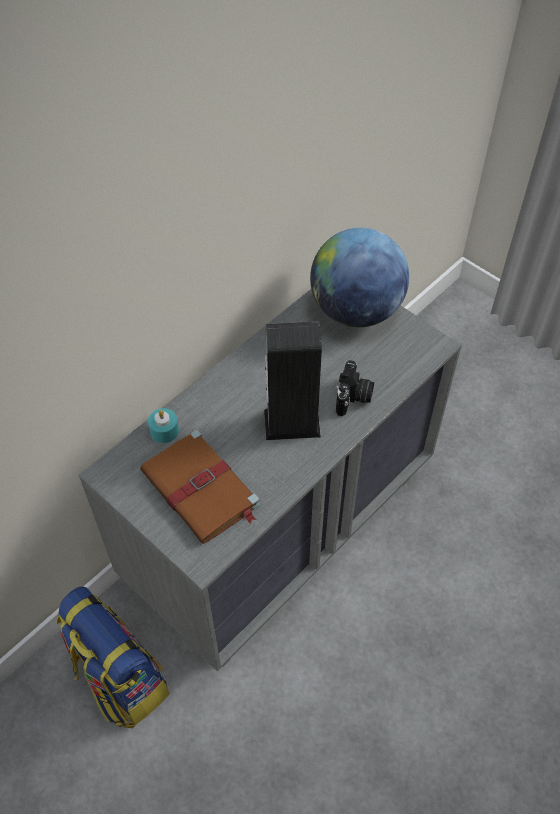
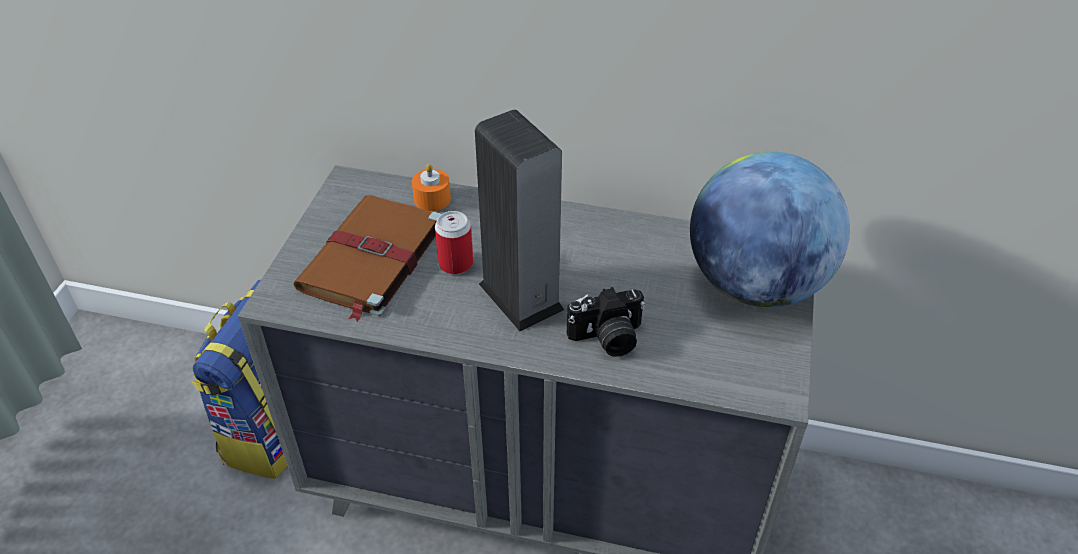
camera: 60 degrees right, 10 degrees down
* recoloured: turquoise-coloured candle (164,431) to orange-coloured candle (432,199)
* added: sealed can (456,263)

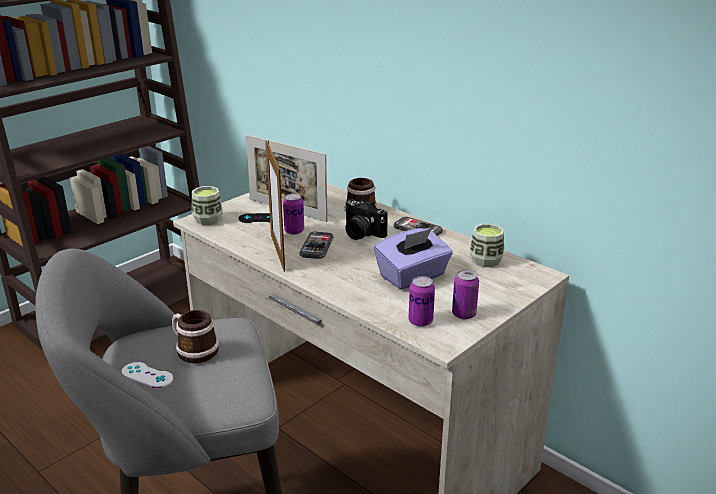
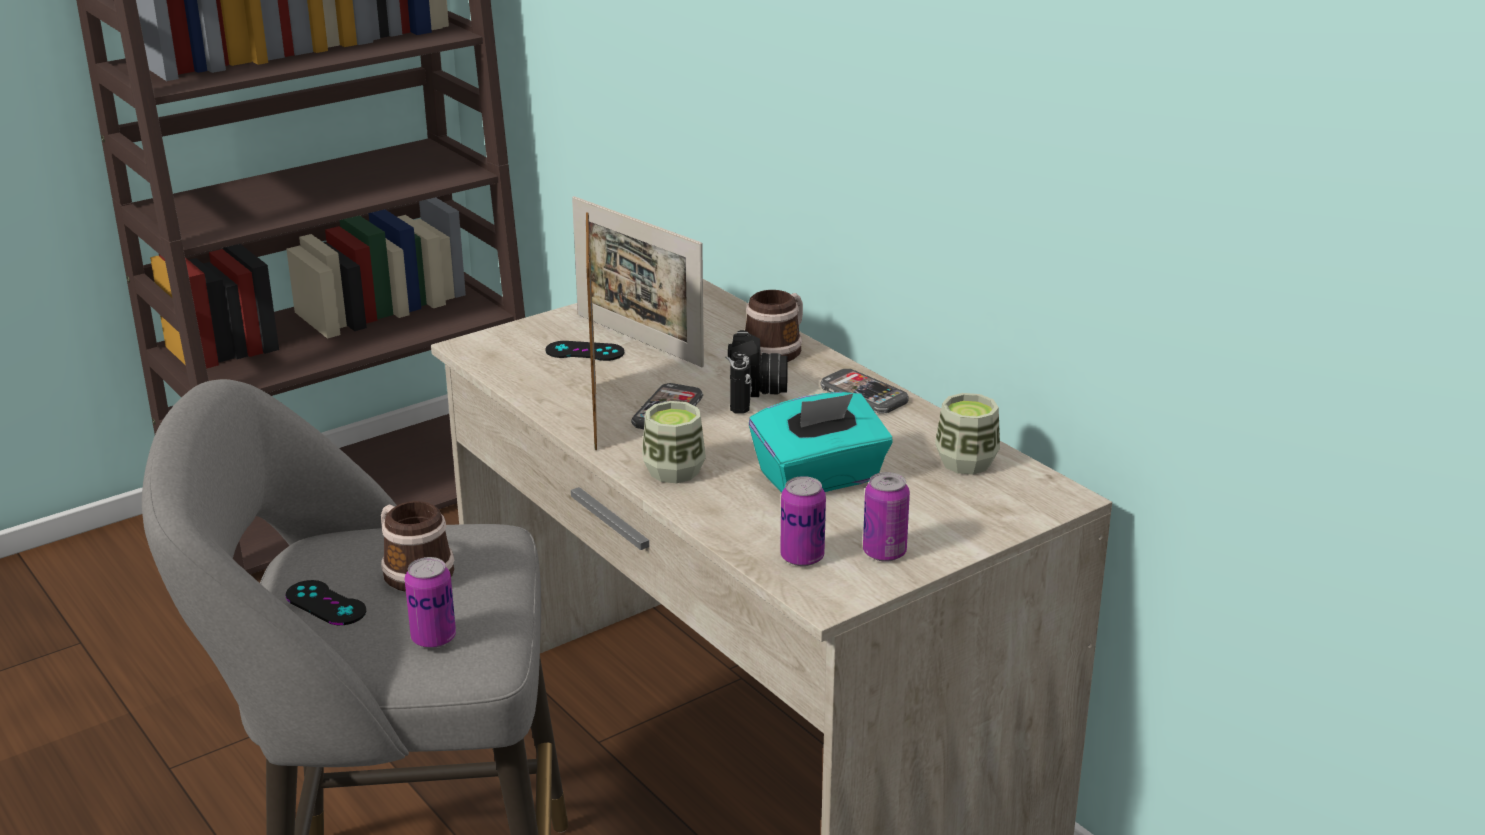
camera: 10 degrees right, 0 degrees up
* moved: cup (208,219) to (674,471)
* moved: sealed can (294,231) to (433,638)
* turned: photo camera (361,233) = (756,394) 135 degrees counterclockwise
* recoloured: purplish tissue box (413,276) to turquoise-coloured tissue box (820,479)
* recoloured: whitish game controller (147,375) to black-coloured game controller (326,603)

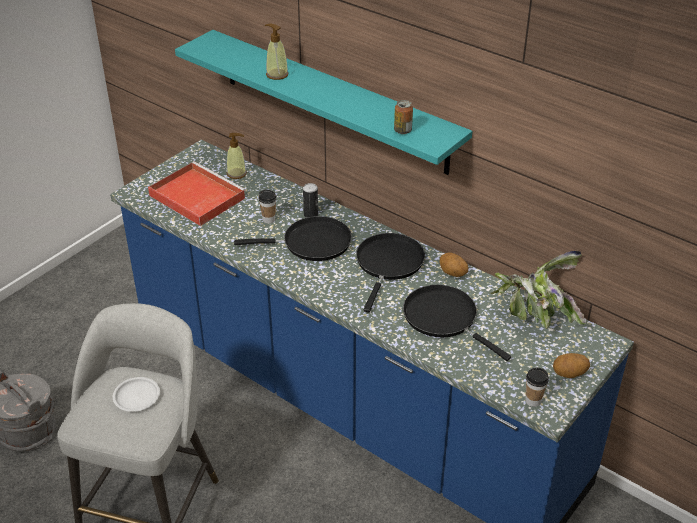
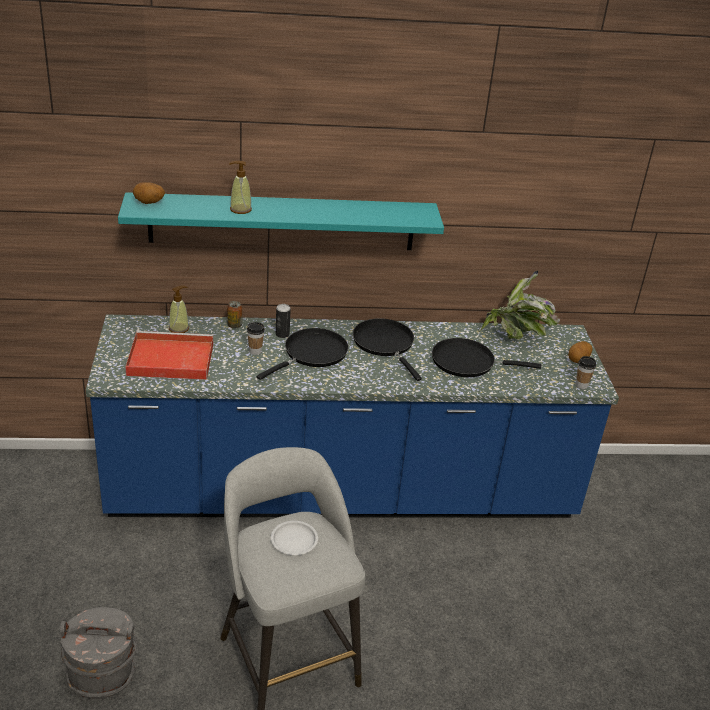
camera: 45 degrees left, 5 degrees down
* moved: sealed can (402,130) to (234,325)
* moved: potato (452,274) to (149,203)

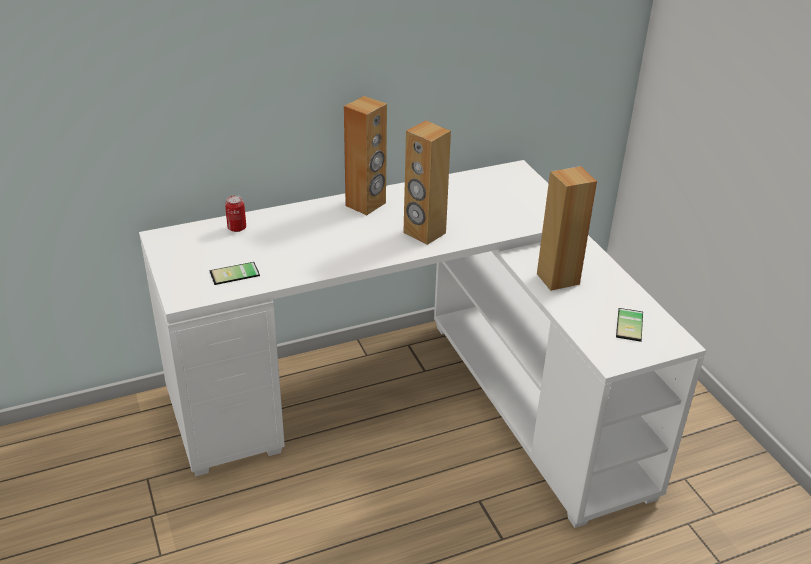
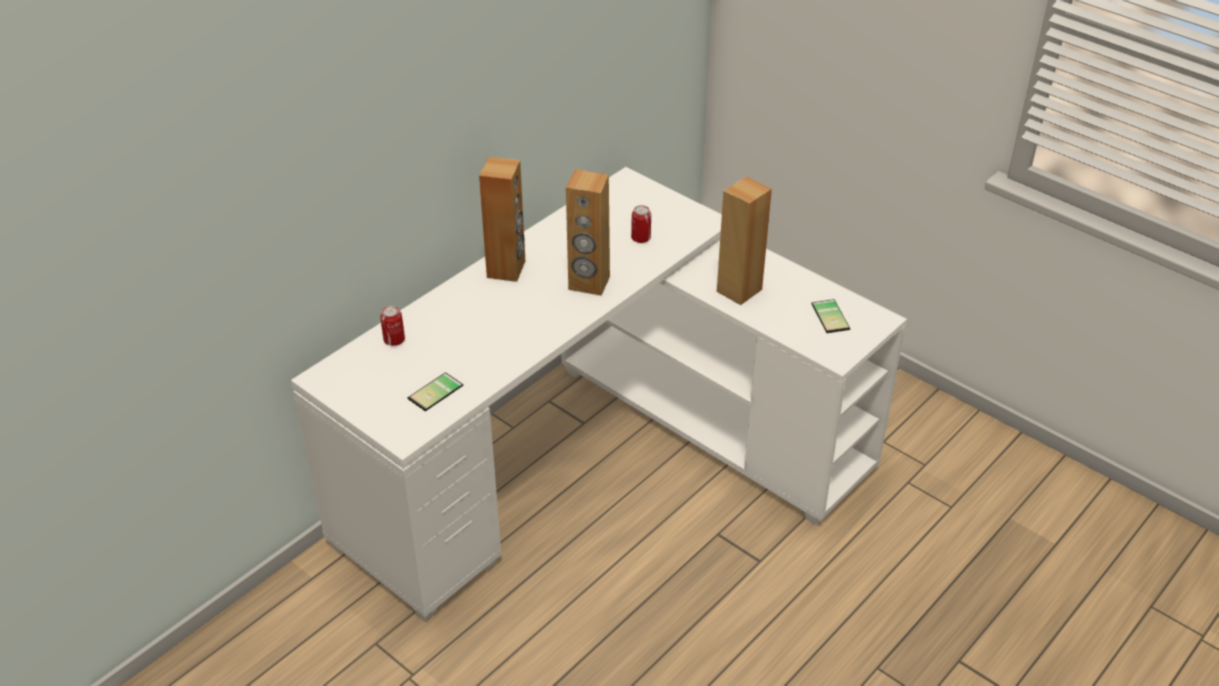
camera: 25 degrees left, 5 degrees up
* added: sealed can (641,238)

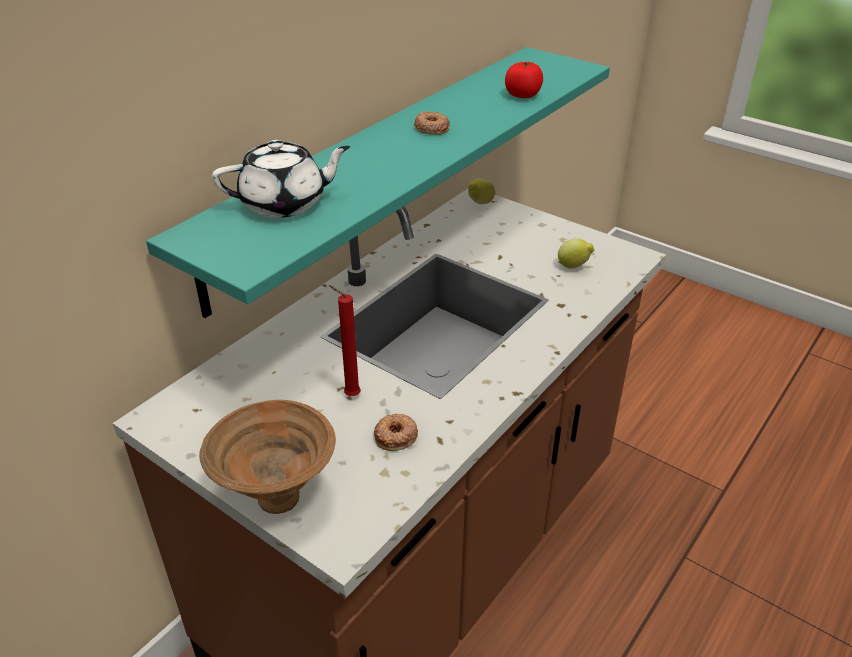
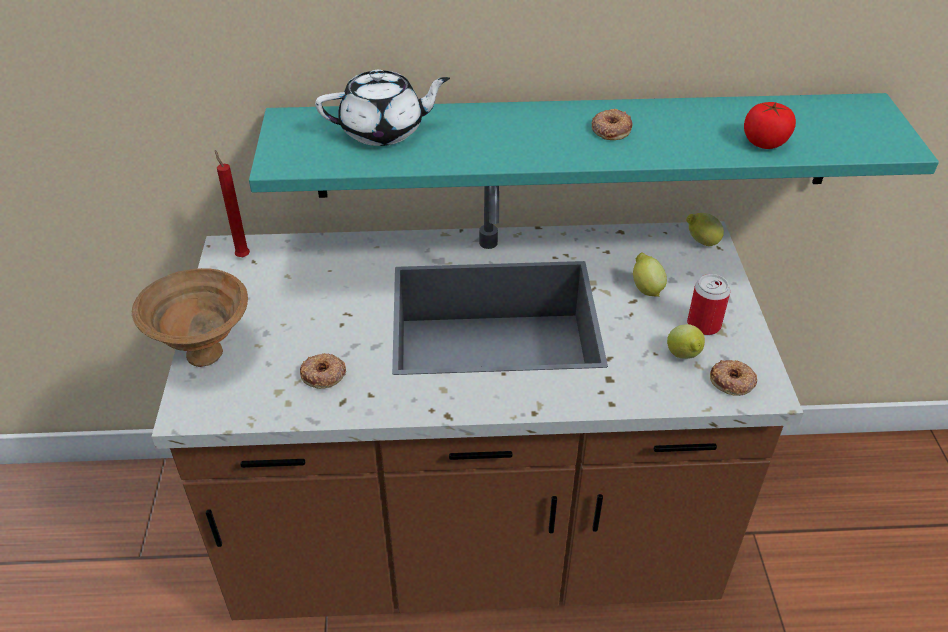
camera: 50 degrees right, 5 degrees up
* turned: whitish pot for tea (285,203) = (384,131) 45 degrees counterclockwise
* moved: reddish candle (349,395) to (242,256)
* added: lemon (646,288)
* added: sealed can (703,325)
* added: donut (732,381)

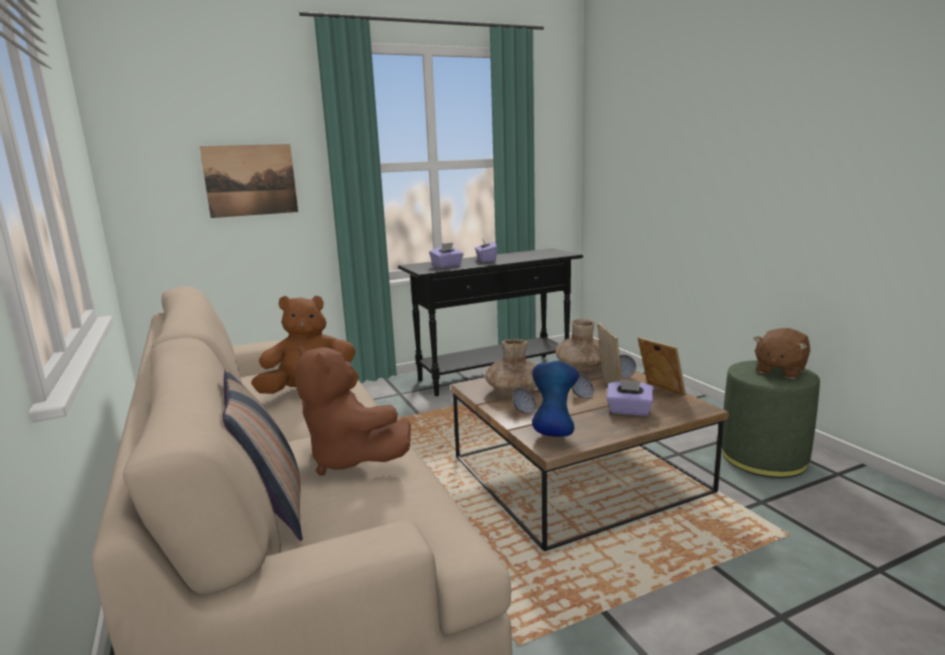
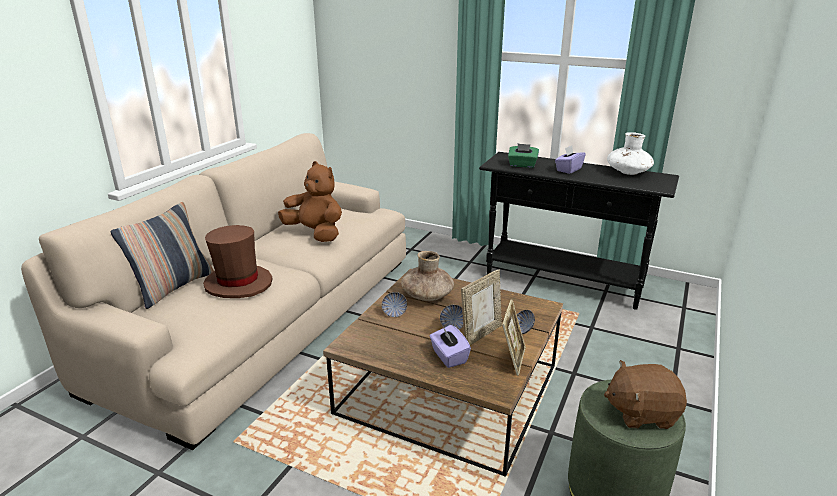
camera: 50 degrees right, 10 degrees up
* removed: wall picture (250,180)
* recoloured: purplish tissue box (447,266) to green-coloured tissue box (522,165)
* removed: brownish flower vase (582,367)
* replaced: brownish soft toy (350,460) to brownish hat (238,283)
* removed: bluish flower vase (553,431)
* added: whitish flower vase (628,172)

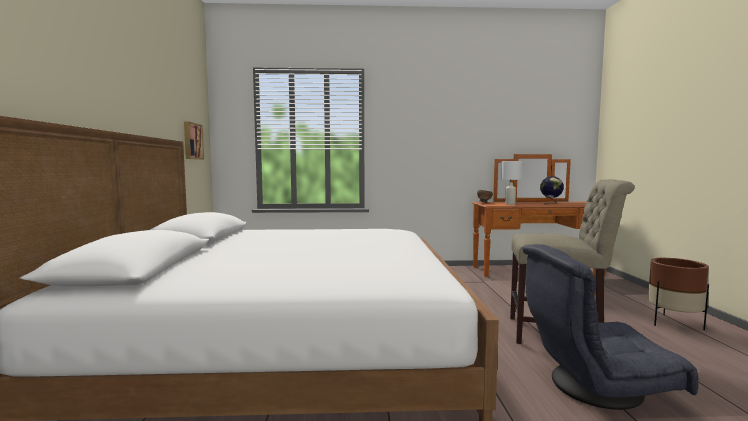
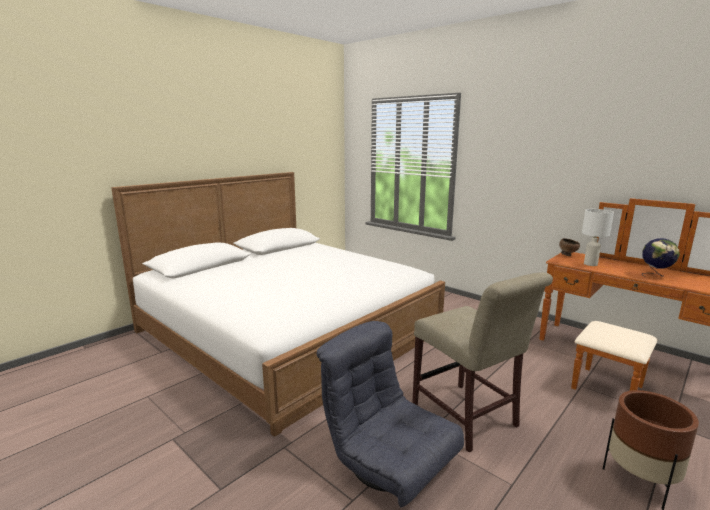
camera: 45 degrees right, 10 degrees up
* removed: wall picture (192,141)

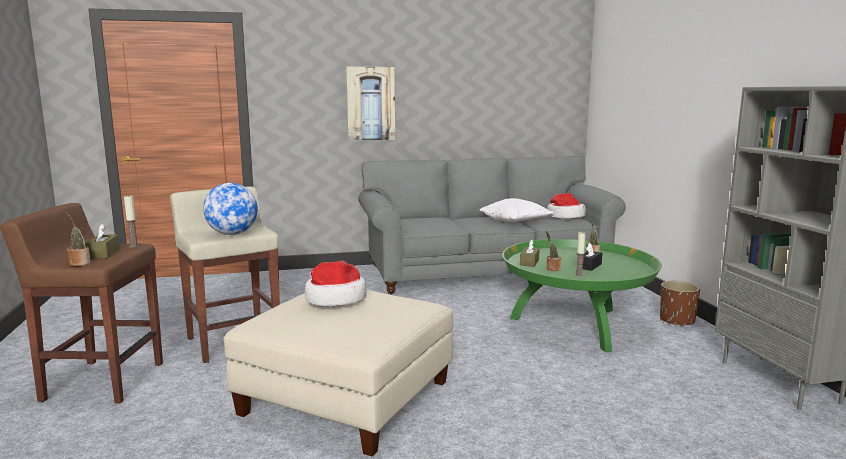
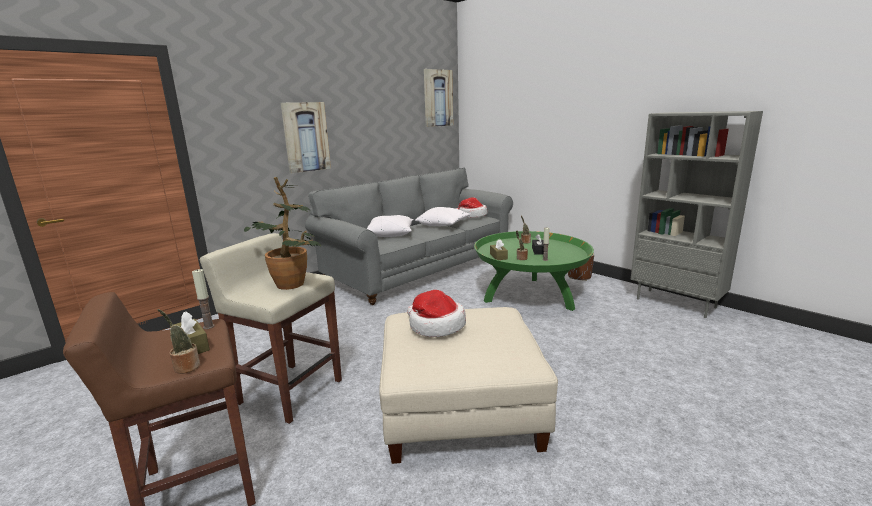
camera: 30 degrees left, 5 degrees up
* replaced: world globe (232,234) to plant in a pot (292,286)
* added: wall picture (437,98)
* added: whitish pillow (390,234)

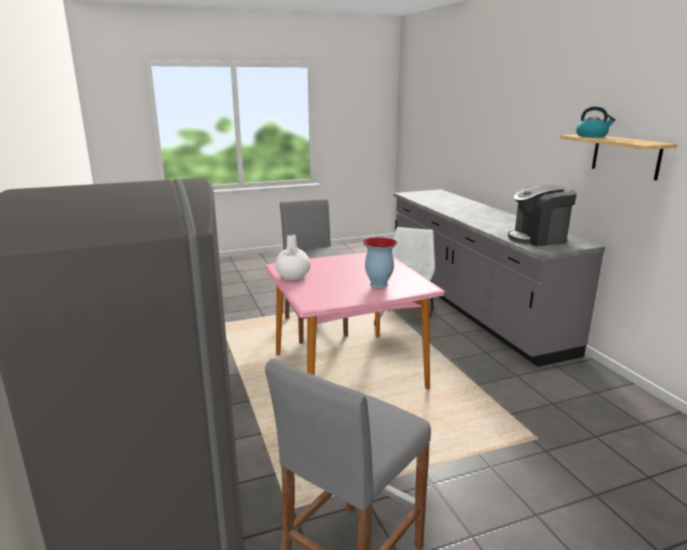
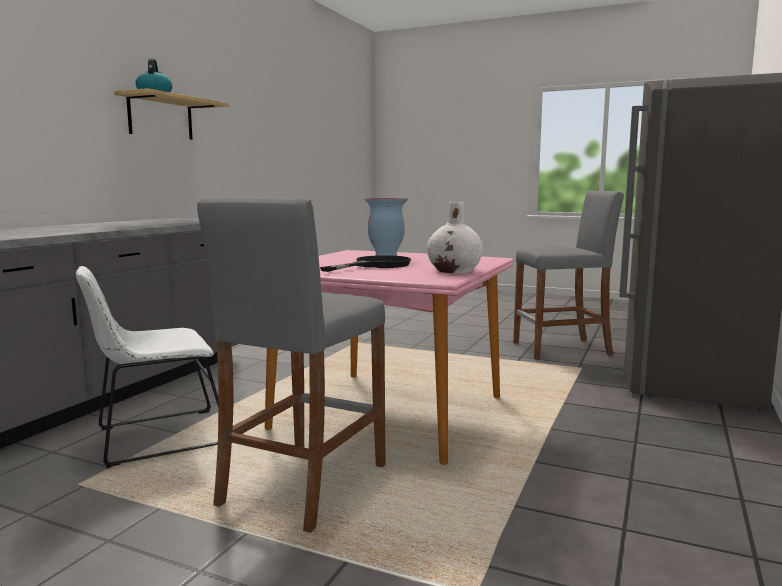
camera: 135 degrees left, 10 degrees down
* removed: coffee machine (538,238)
* added: black-coloured pan (375,265)

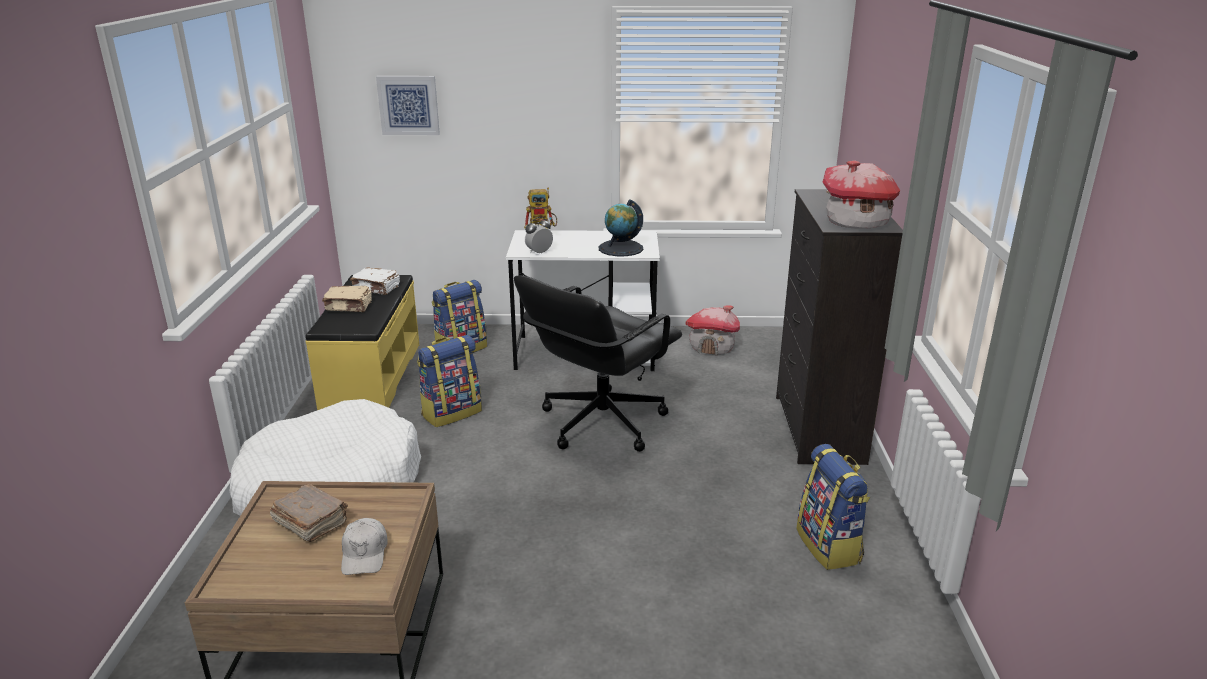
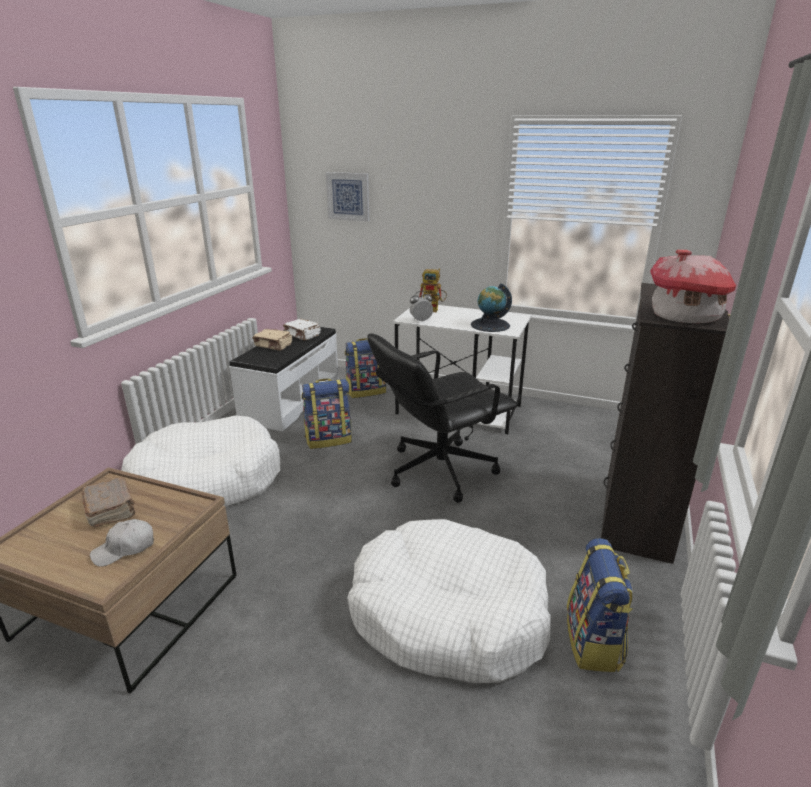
camera: 20 degrees right, 0 degrees up
* recoloured: yellowish indoor bench (371,376) to whitish indoor bench (290,401)
* removed: miniature house (712,347)
* turned: whitish peaked cap (365,554) = (124,549) 45 degrees clockwise
* added: whitish pet bed (447,615)

